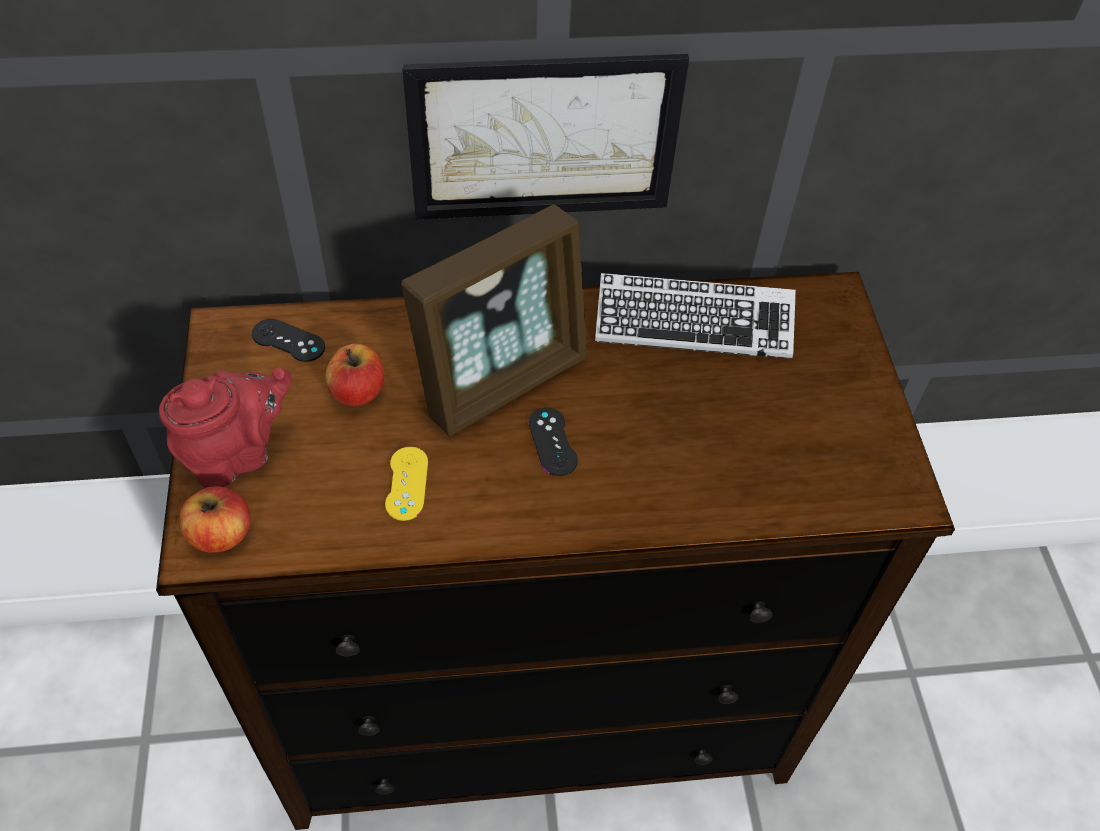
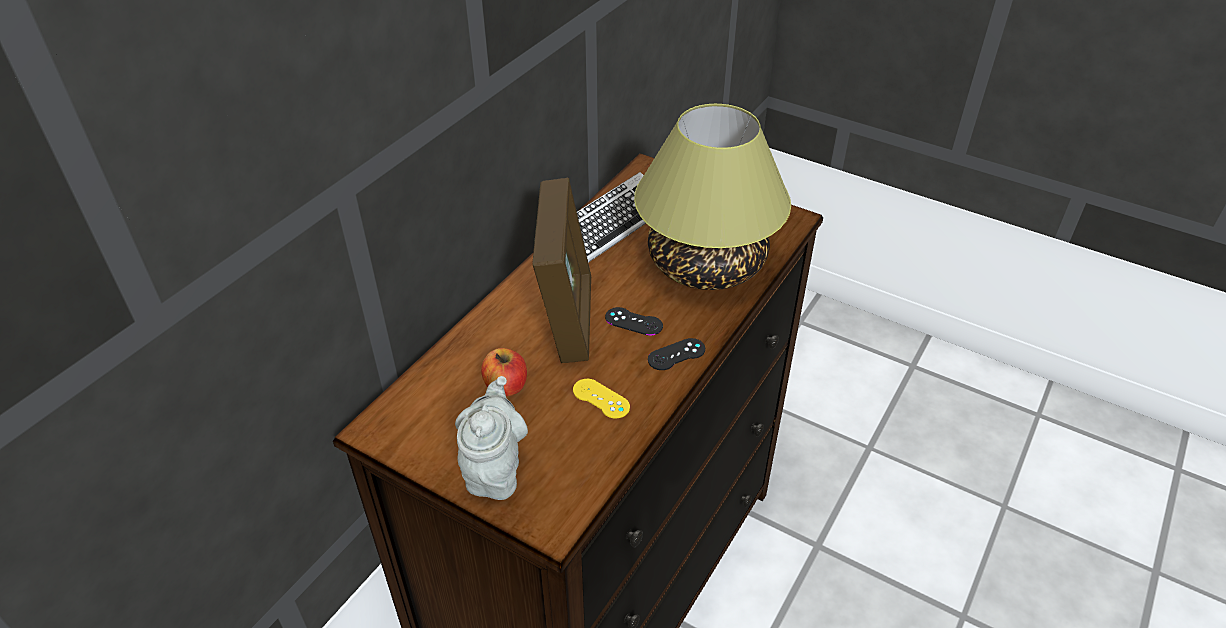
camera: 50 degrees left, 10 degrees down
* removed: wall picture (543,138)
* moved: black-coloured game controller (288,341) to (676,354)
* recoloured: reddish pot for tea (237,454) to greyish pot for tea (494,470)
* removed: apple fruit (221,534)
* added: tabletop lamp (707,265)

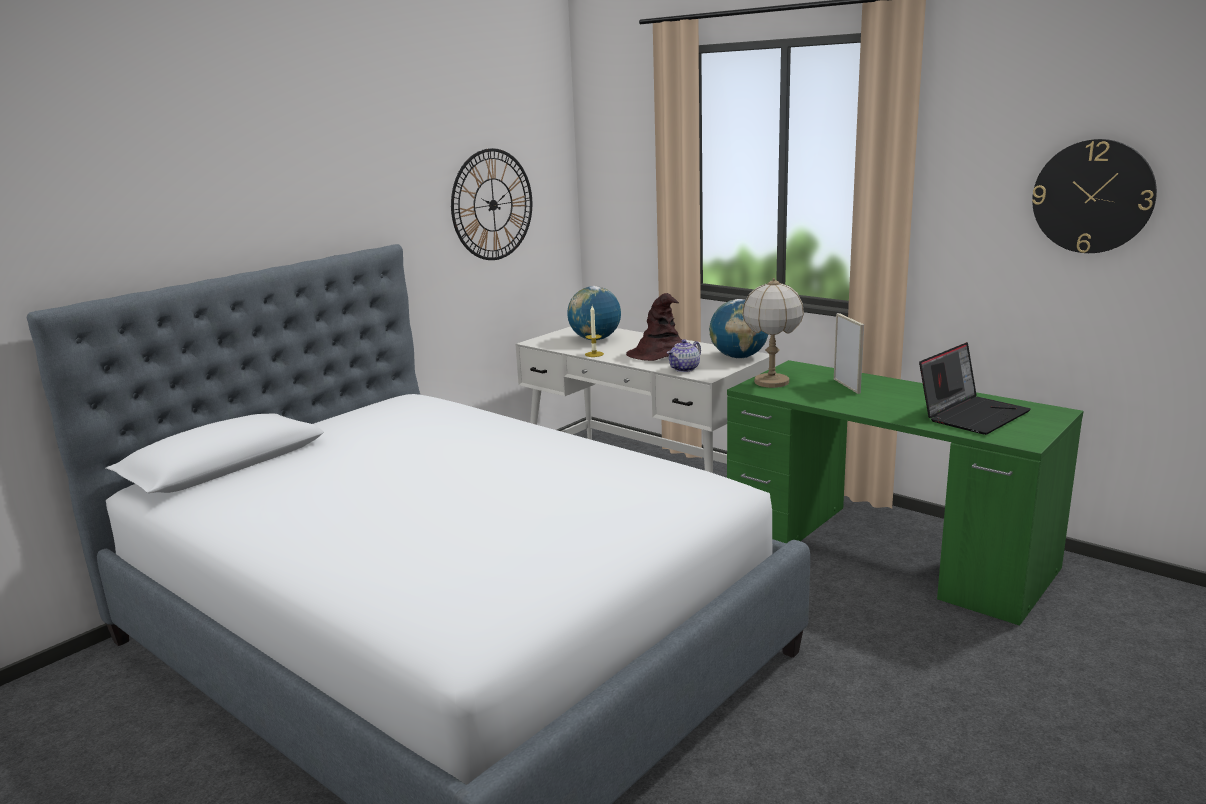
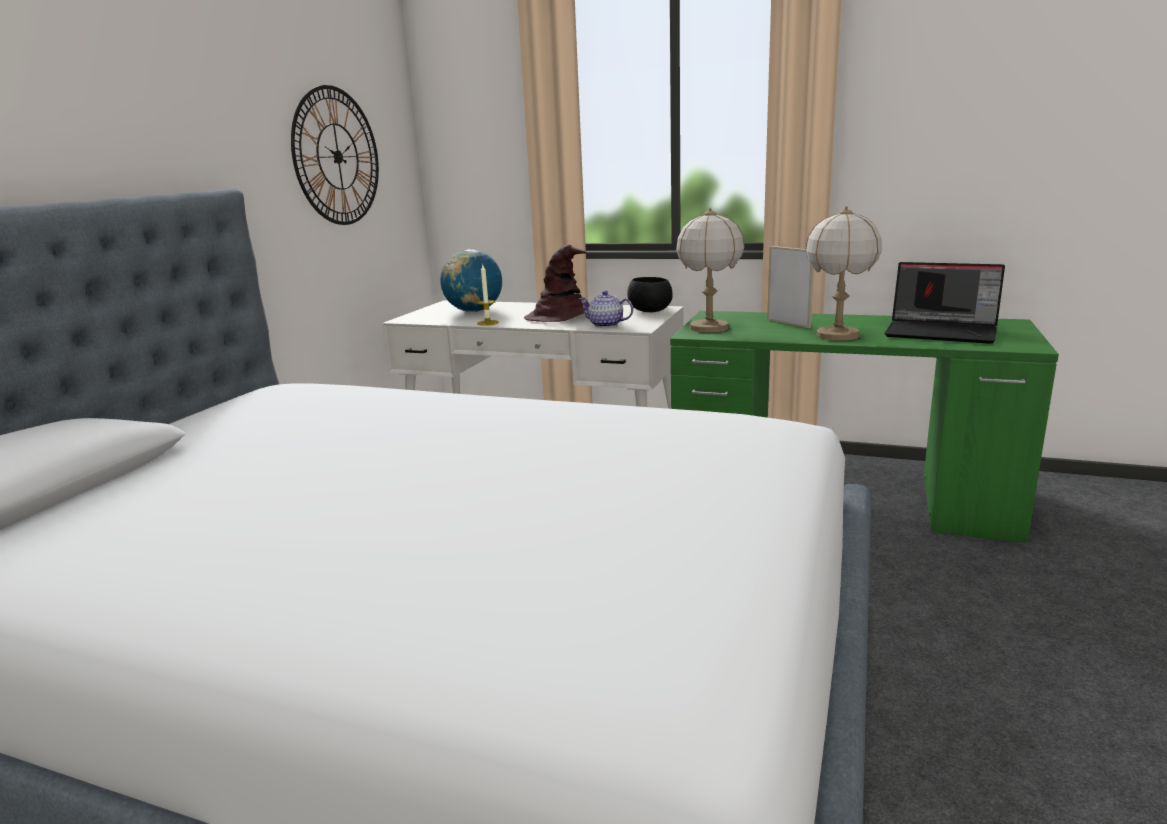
camera: 20 degrees left, 0 degrees up
* removed: wall clock (1092,196)
* replaced: world globe (739,357) to black-coloured deep dish (650,311)
* turned: pot for tea (685,369) = (606,325) 90 degrees clockwise
* turned: portable computer (972,414) = (942,332) 90 degrees clockwise
* added: tabletop lamp (838,335)

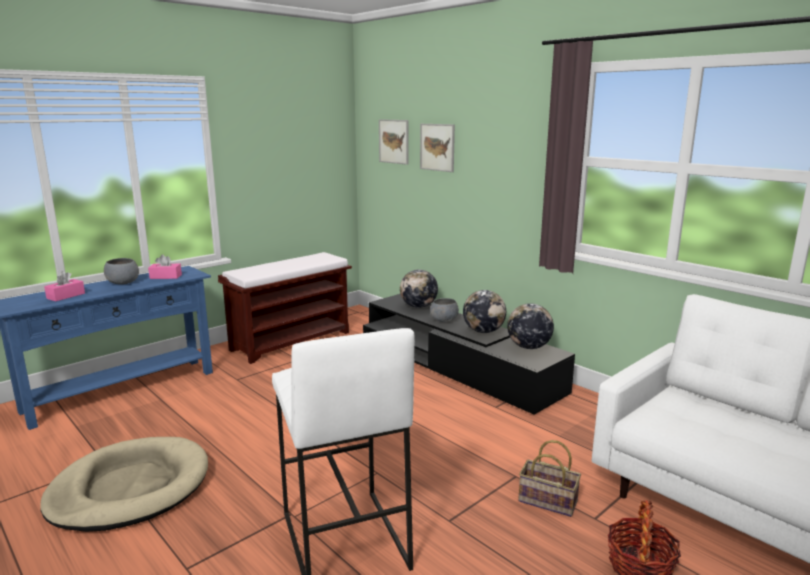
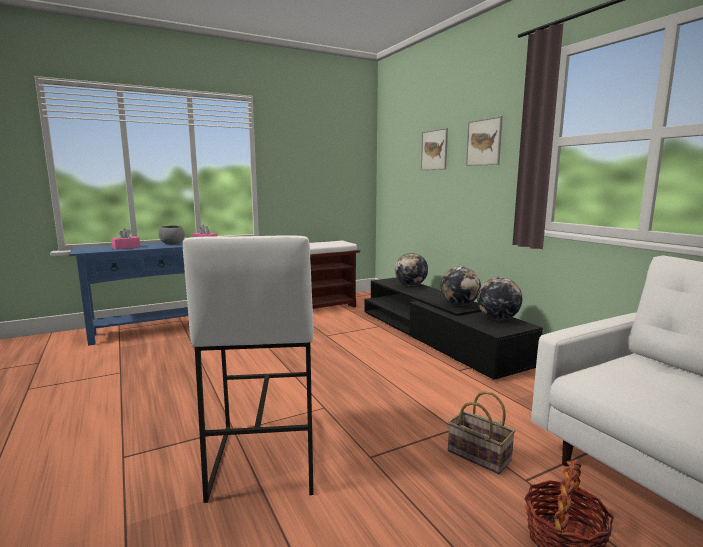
camera: 15 degrees right, 5 degrees down
* moved: wall picture (394,141) to (484,142)
* removed: greyish deep dish (443,320)
* removed: beige pet bed (130,488)

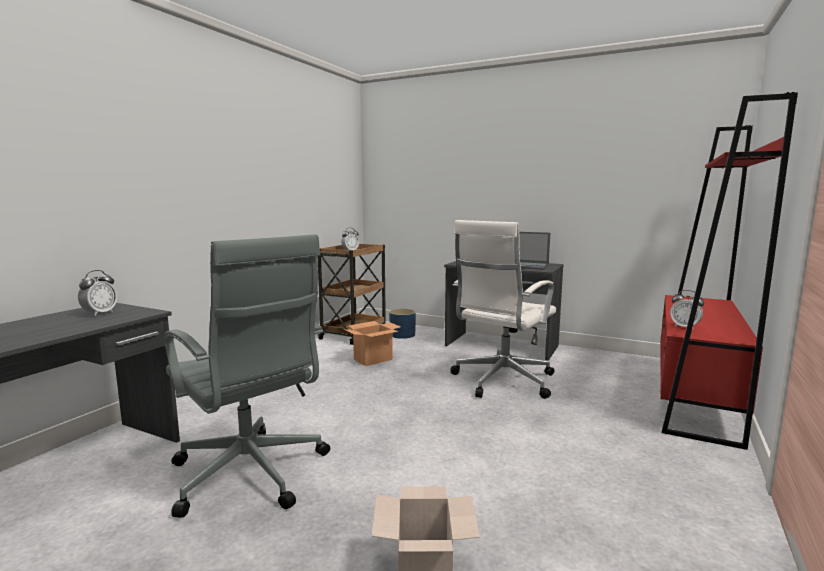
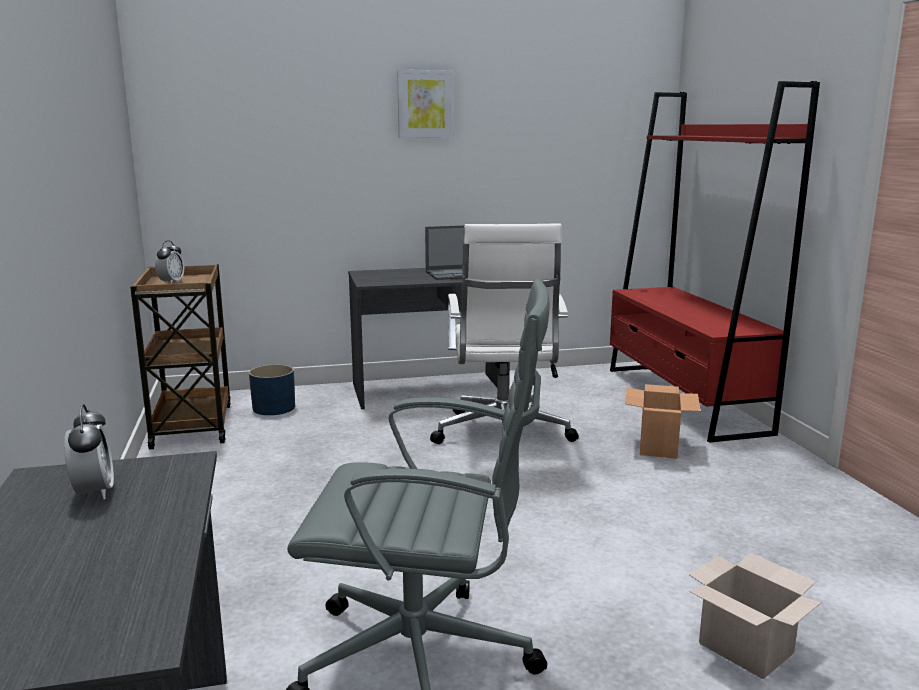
camera: 40 degrees left, 5 degrees up
* removed: table clock (684,327)
* moved: cardboard box (373,359) to (658,446)
* added: wall picture (425,104)

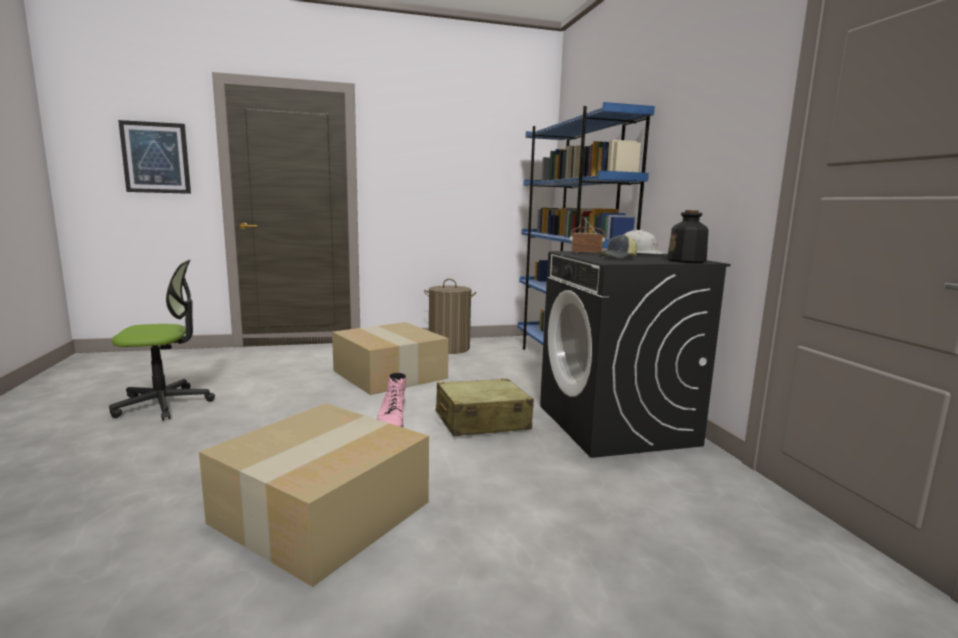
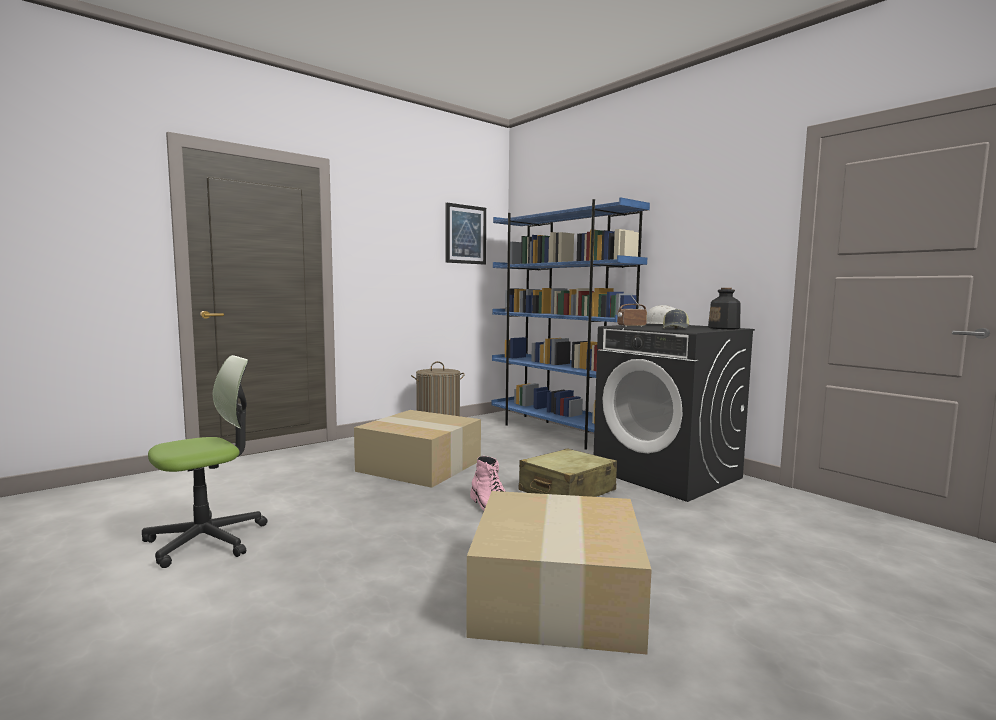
camera: 25 degrees left, 5 degrees down
* moved: wall picture (156,158) to (465,234)

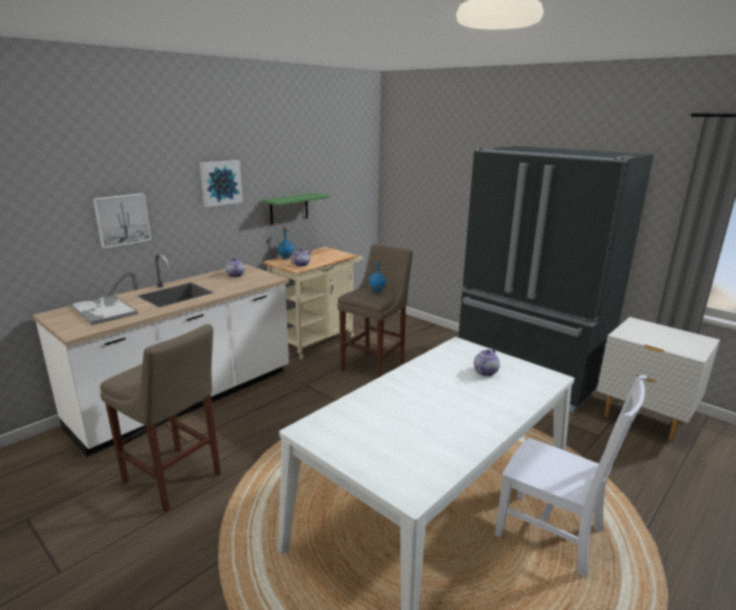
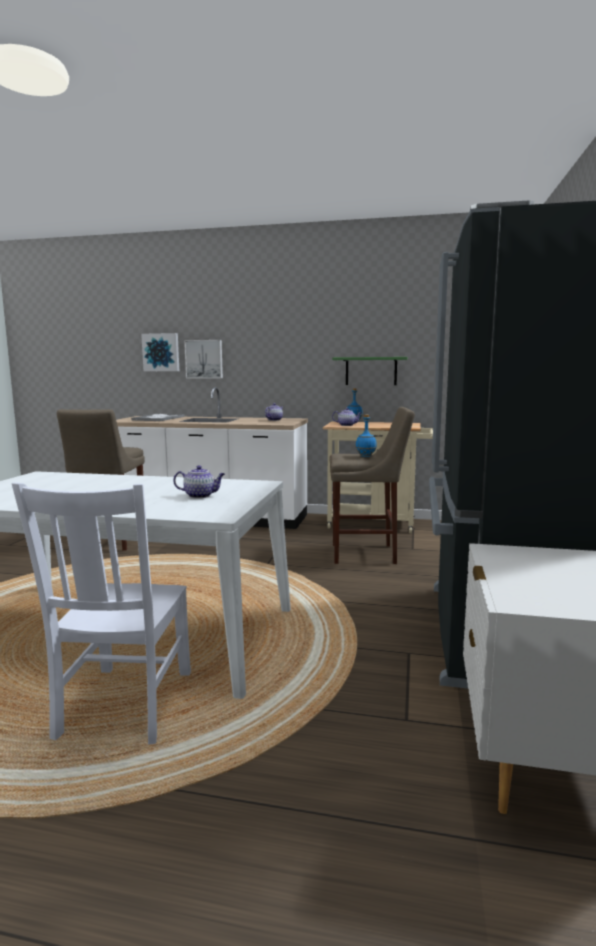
camera: 60 degrees right, 10 degrees down
* moved: wall picture (220,182) to (161,352)

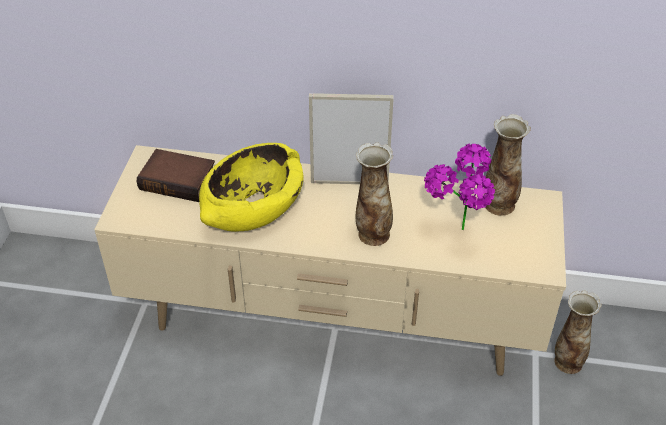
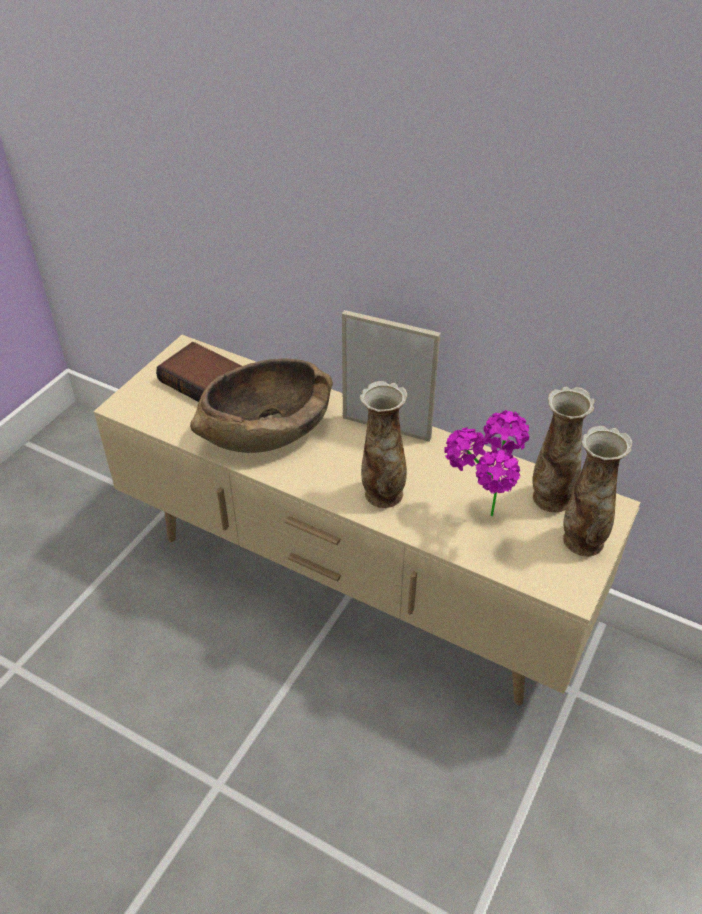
camera: 20 degrees right, 0 degrees up
* recoloured: yellowish deep dish (253,207) to brownish deep dish (266,429)
* moved: flower vase (567,362) to (581,540)

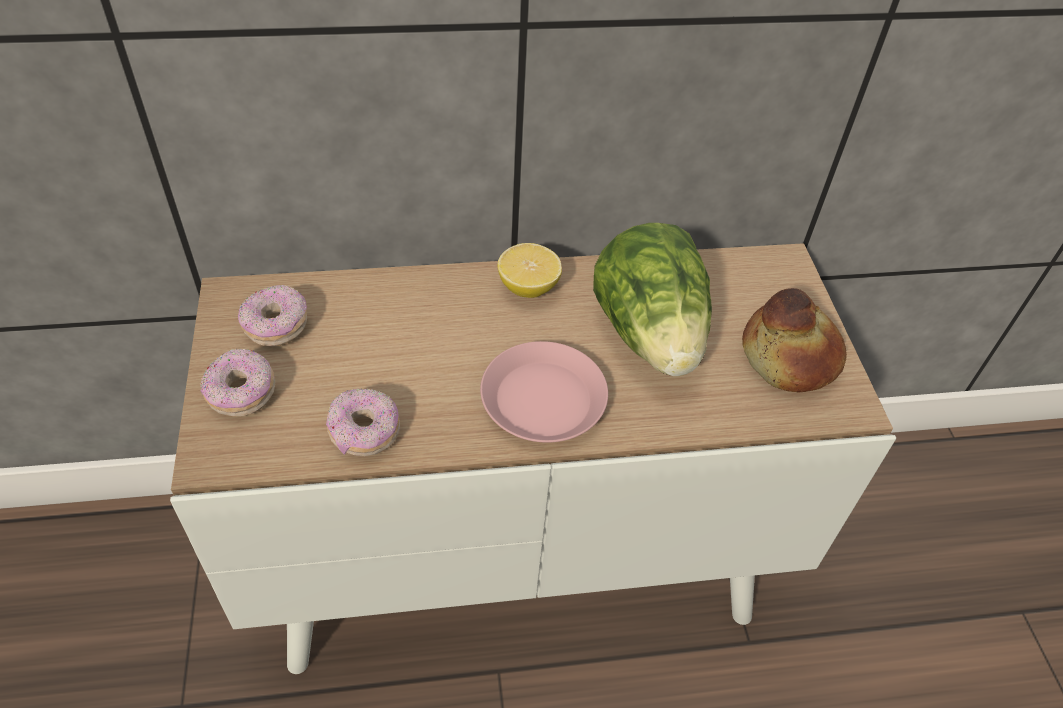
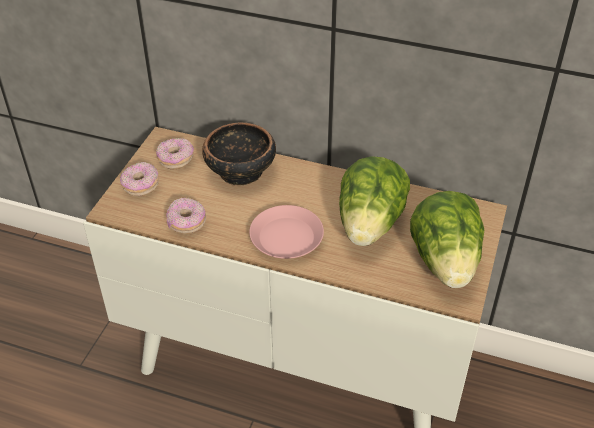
camera: 30 degrees right, 5 degrees down
* removed: lemon (528,286)
* replaced: baked bread (790,356) to lettuce head (445,262)
* added: deep dish (240,171)

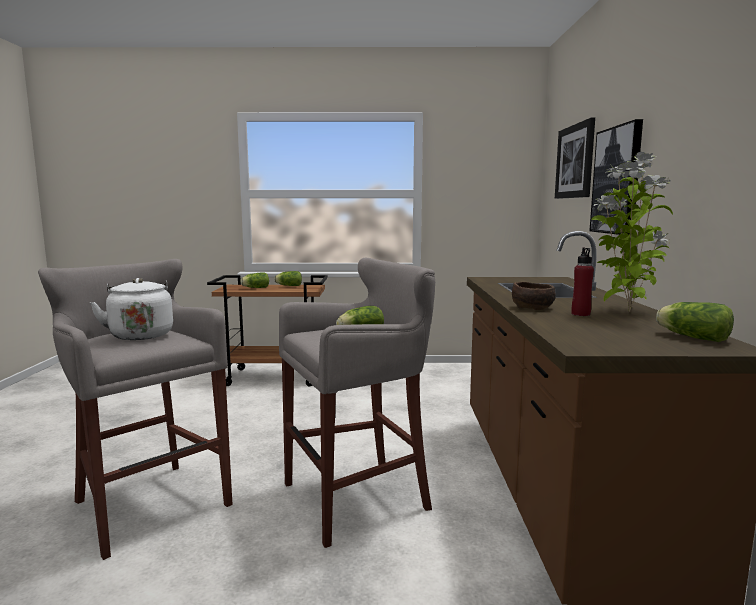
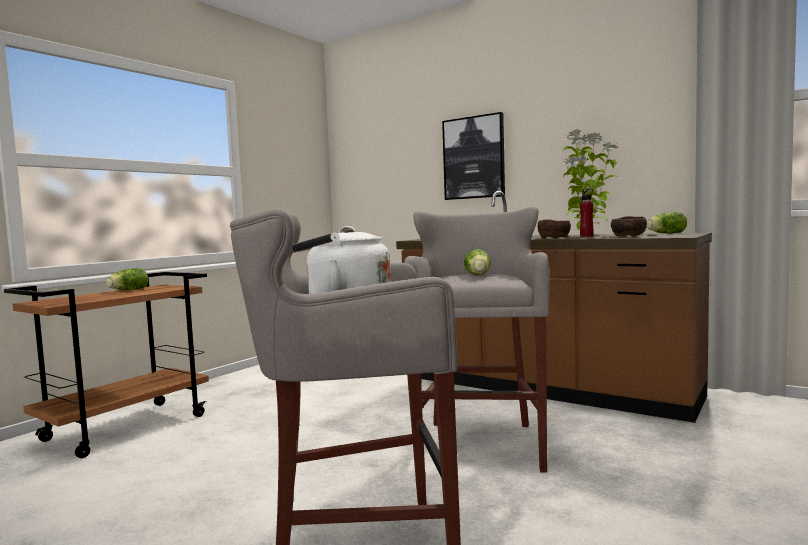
camera: 55 degrees left, 5 degrees down
* removed: wall picture (575,161)
* removed: lettuce head (255,288)
* added: brownish deep dish (629,236)

